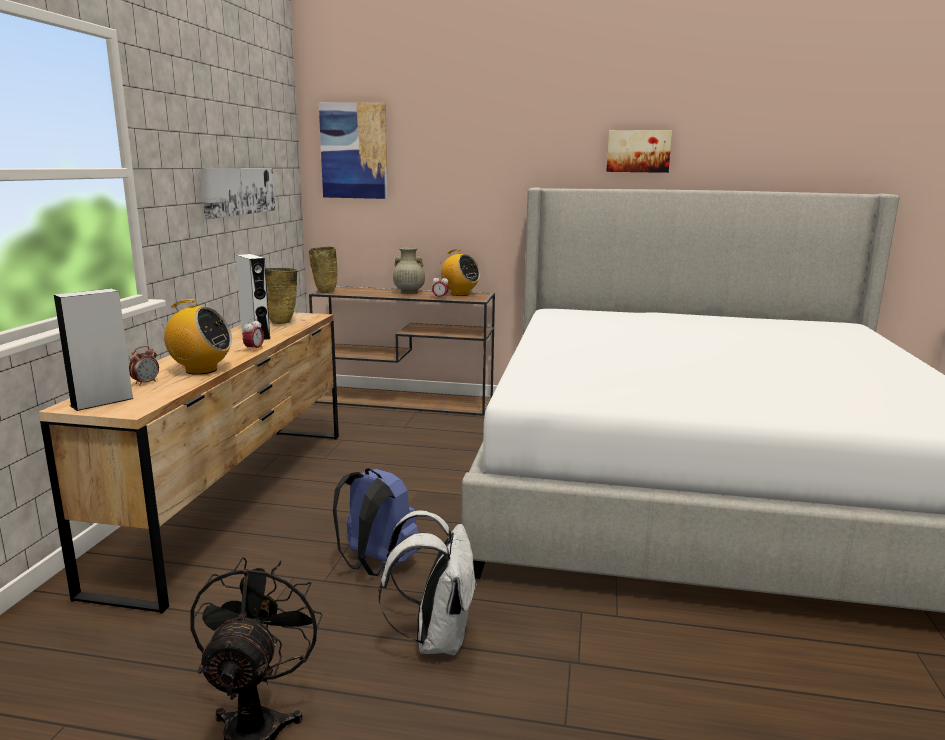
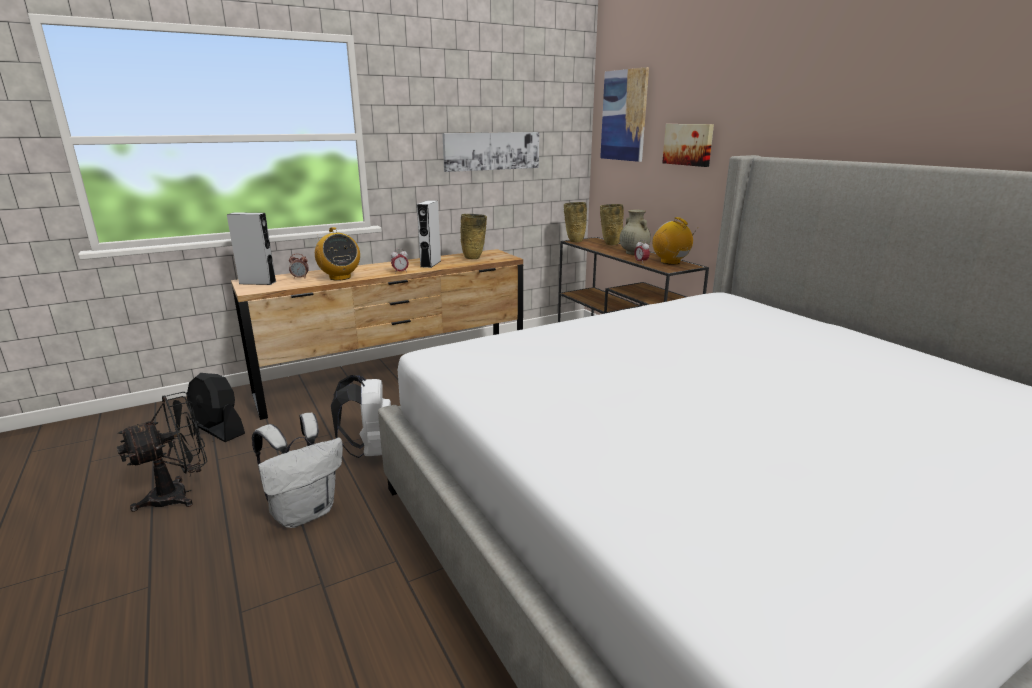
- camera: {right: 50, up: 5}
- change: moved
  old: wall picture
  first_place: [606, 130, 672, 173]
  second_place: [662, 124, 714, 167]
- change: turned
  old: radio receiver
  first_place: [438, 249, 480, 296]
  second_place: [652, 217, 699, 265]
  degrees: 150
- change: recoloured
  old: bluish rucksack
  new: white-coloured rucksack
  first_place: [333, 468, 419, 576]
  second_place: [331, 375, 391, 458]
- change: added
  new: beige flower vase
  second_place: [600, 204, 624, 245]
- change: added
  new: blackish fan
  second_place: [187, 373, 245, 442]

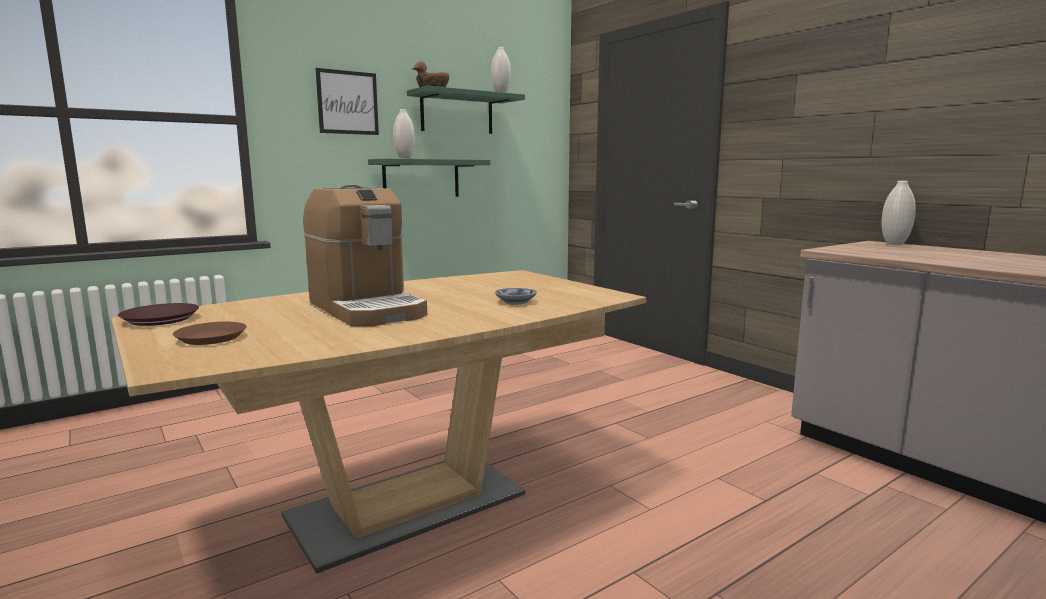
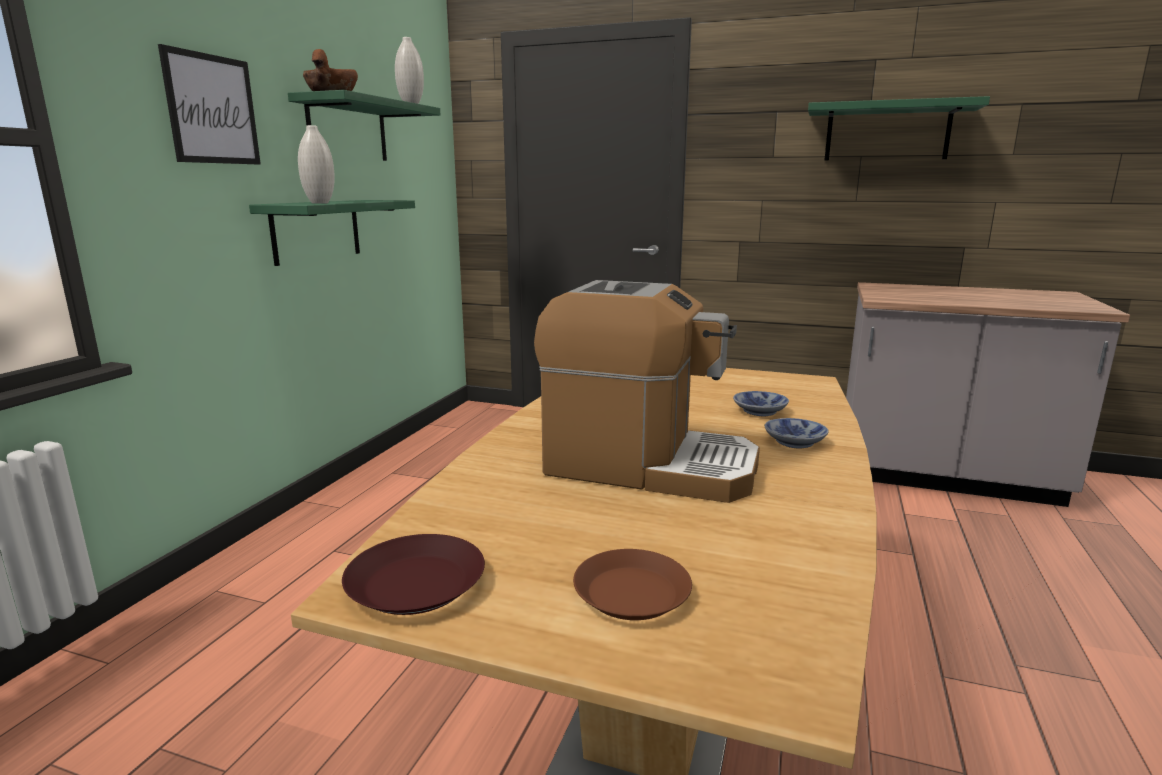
- camera: {right: -35, up: 5}
- change: removed
  old: white-coloured flower vase
  first_place: [882, 181, 916, 245]
- change: added
  new: greenish shelf
  second_place: [808, 96, 990, 161]
- change: added
  new: deep dish
  second_place: [765, 418, 828, 449]

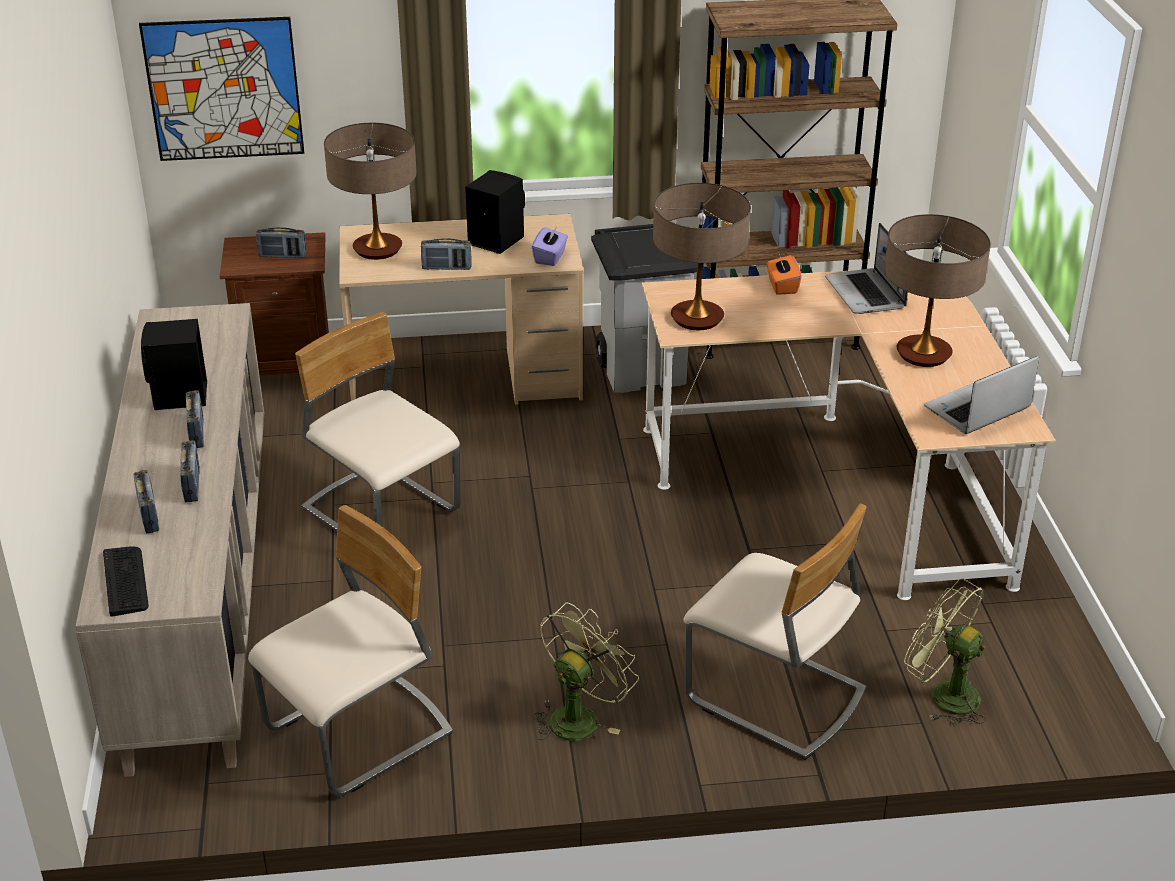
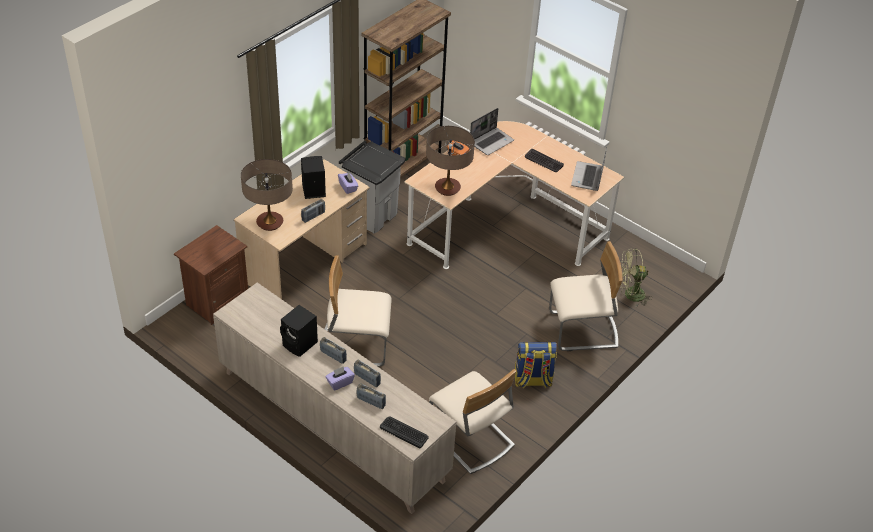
- camera: {right: -45, up: 10}
- change: removed
  old: wall picture
  first_place: [139, 17, 304, 161]
- change: replaced
  old: table lamp
  new: keyboard
  first_place: [884, 214, 991, 367]
  second_place: [525, 149, 564, 172]
- change: turned
  old: portable computer
  first_place: [825, 223, 908, 314]
  second_place: [470, 108, 514, 155]
  degrees: -75
- change: removed
  old: radio receiver
  first_place: [256, 227, 307, 258]
- change: turned
  old: beige upright chair
  first_place: [248, 505, 453, 796]
  second_place: [429, 369, 516, 474]
  degrees: 135
- change: replaced
  old: greenish fan
  new: rucksack
  first_place: [534, 603, 639, 741]
  second_place: [515, 342, 557, 389]
- change: added
  new: purple tissue holder
  second_place: [326, 366, 355, 391]

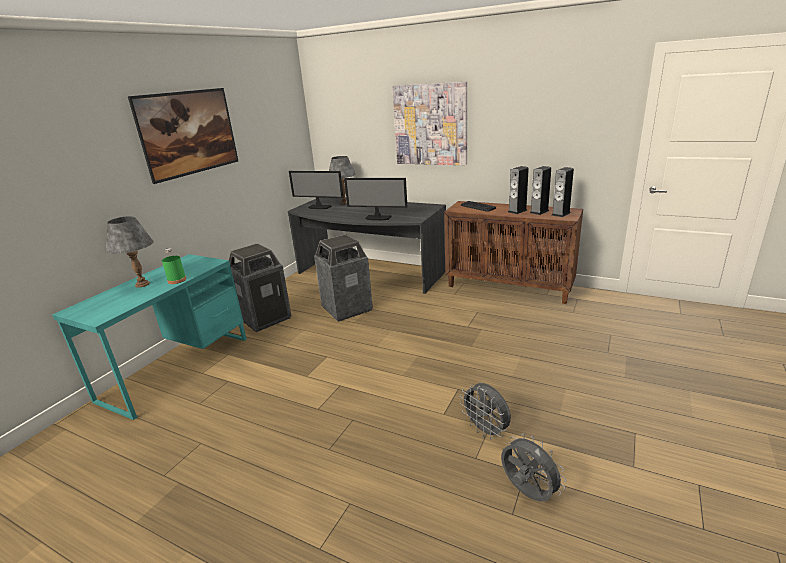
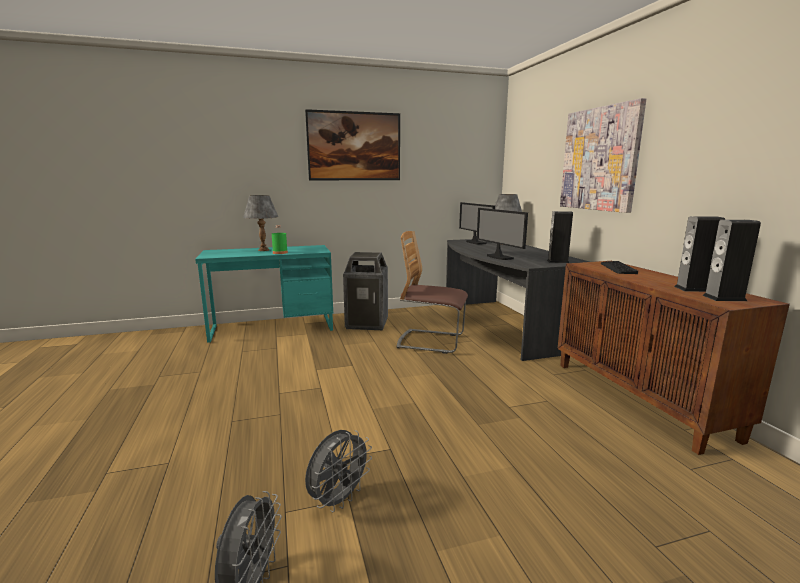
- camera: {right: 45, up: -10}
- change: moved
  old: audio speaker
  first_place: [508, 166, 529, 214]
  second_place: [547, 211, 573, 263]
- change: replaced
  old: trash can
  new: upright chair
  first_place: [314, 234, 373, 322]
  second_place: [397, 231, 468, 354]
- change: turned
  old: greyish fan
  first_place: [460, 383, 511, 440]
  second_place: [305, 430, 372, 512]
  degrees: -150

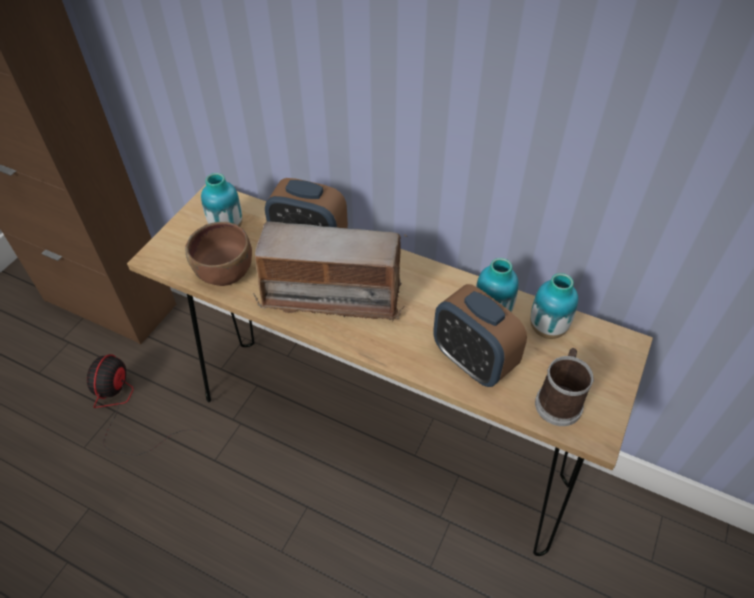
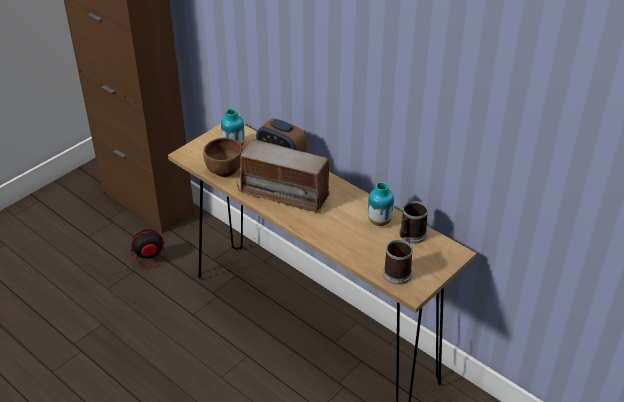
- camera: {right: 15, up: -10}
- change: replaced
  old: flower vase
  new: mug
  first_place: [530, 273, 578, 339]
  second_place: [399, 201, 429, 244]
- change: removed
  old: table clock
  first_place: [434, 284, 527, 387]
- change: turned
  old: fan
  first_place: [87, 354, 203, 456]
  second_place: [108, 229, 164, 317]
  degrees: 45

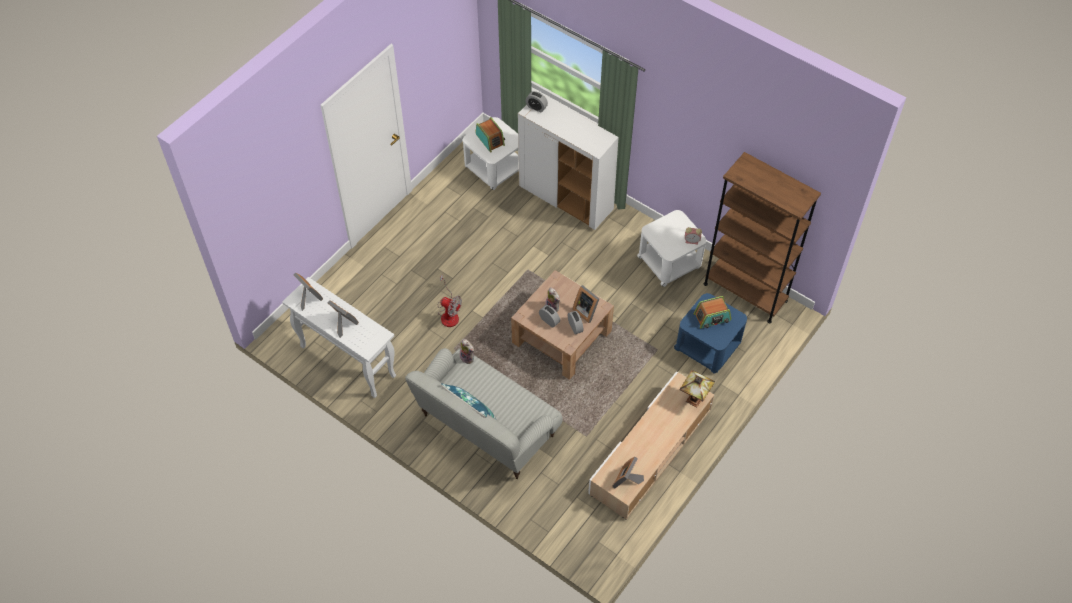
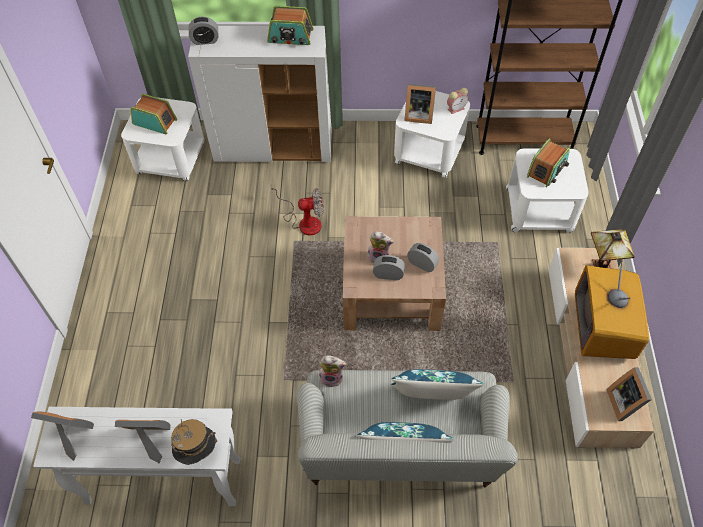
- camera: {right: -35, up: 0}
- change: moved
  old: fan
  first_place: [438, 274, 462, 327]
  second_place: [271, 188, 323, 235]
- change: moved
  old: picture frame
  first_place: [572, 285, 599, 323]
  second_place: [404, 83, 436, 124]
- change: recoloured
  old: bluish side table
  new: white-coloured side table
  first_place: [674, 293, 747, 374]
  second_place: [506, 148, 589, 233]
- change: added
  new: radio receiver
  second_place: [267, 6, 313, 45]
- change: added
  new: television
  second_place: [575, 260, 649, 359]
- change: added
  new: bluish cushion
  second_place: [391, 369, 484, 400]
- change: added
  new: clothing hat
  second_place: [171, 419, 217, 465]

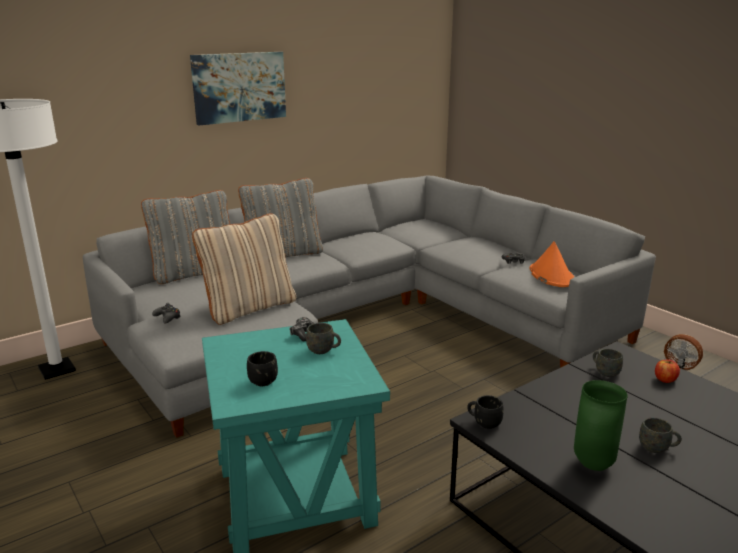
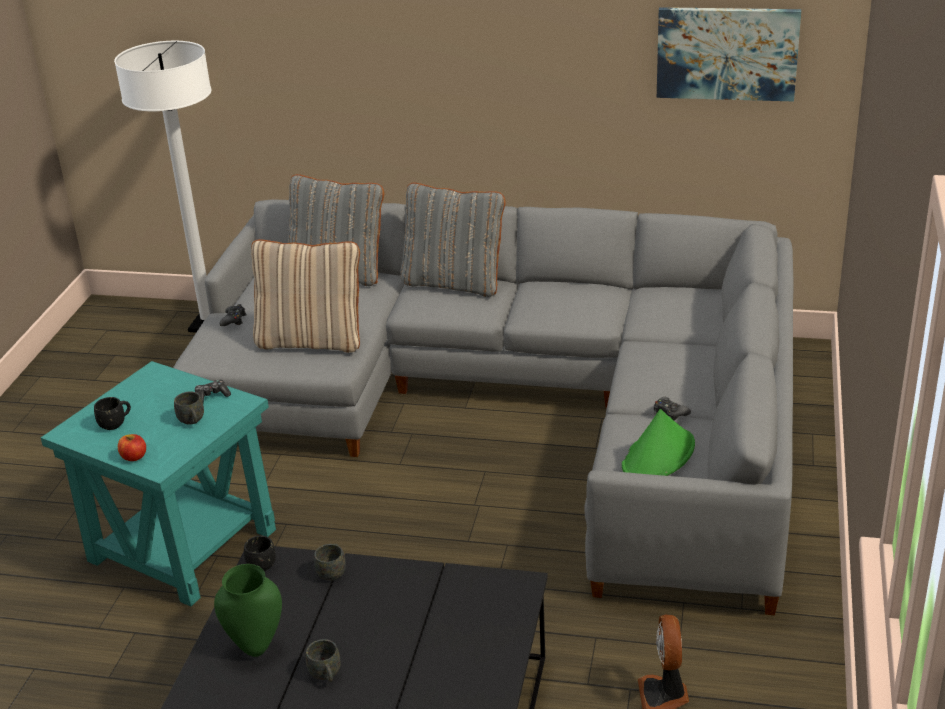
- camera: {right: 50, up: 10}
- change: moved
  old: wall picture
  first_place: [190, 52, 286, 126]
  second_place: [657, 7, 801, 101]
- change: recoloured
  old: orange-coloured clothing hat
  new: greenish clothing hat
  first_place: [529, 241, 574, 287]
  second_place: [622, 409, 695, 476]
- change: moved
  old: greyish mug
  first_place: [593, 348, 623, 377]
  second_place: [314, 544, 346, 581]
- change: moved
  old: apple fruit
  first_place: [655, 360, 680, 383]
  second_place: [118, 434, 146, 461]

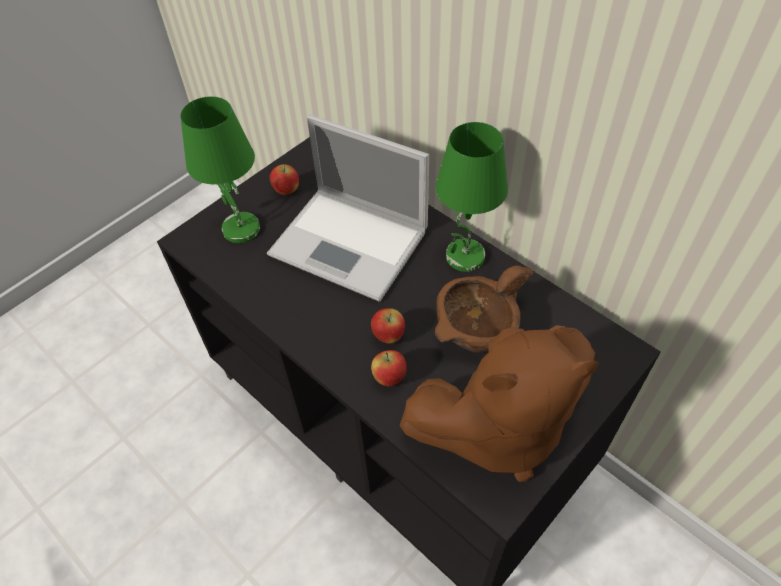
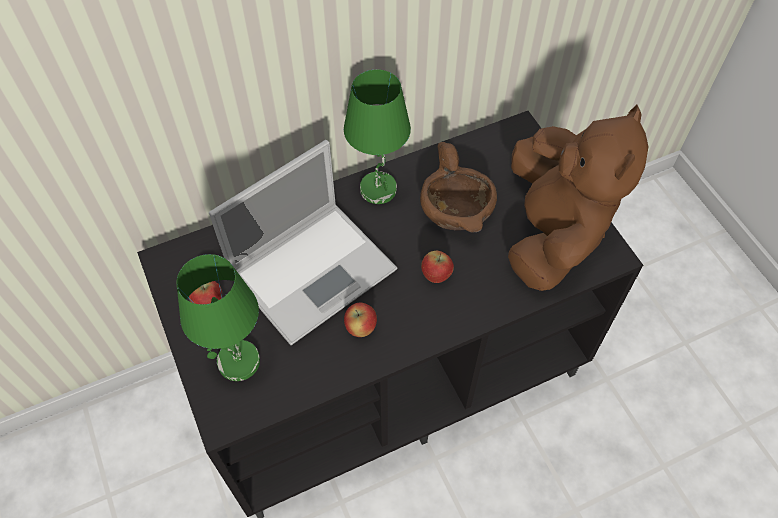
- camera: {right: -70, up: 5}
- change: moved
  old: apple fruit
  first_place: [371, 350, 407, 386]
  second_place: [344, 302, 377, 337]

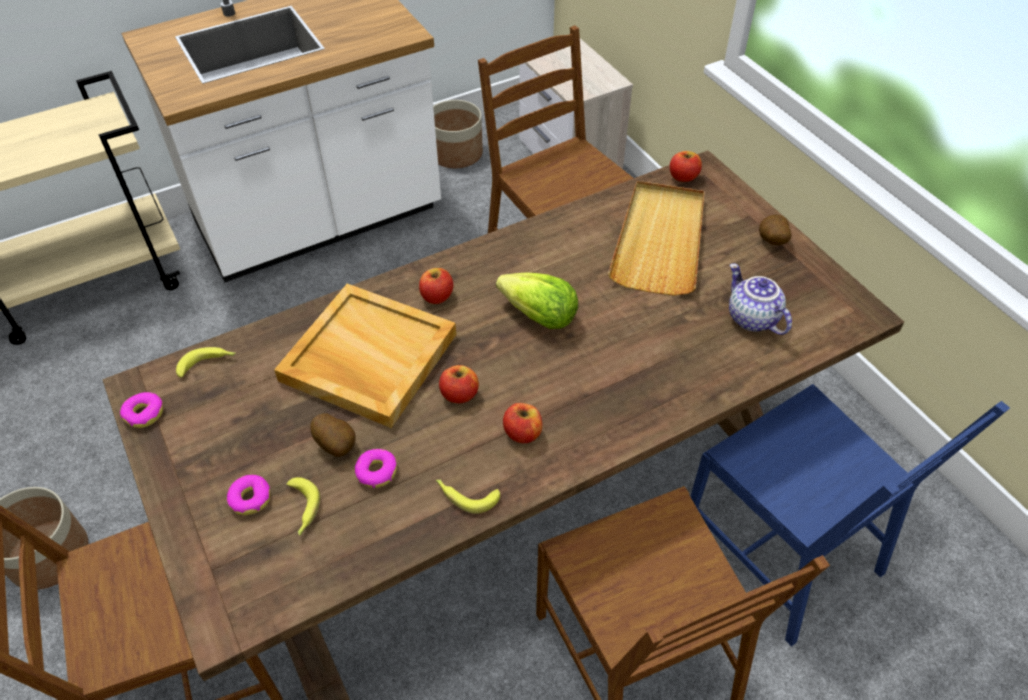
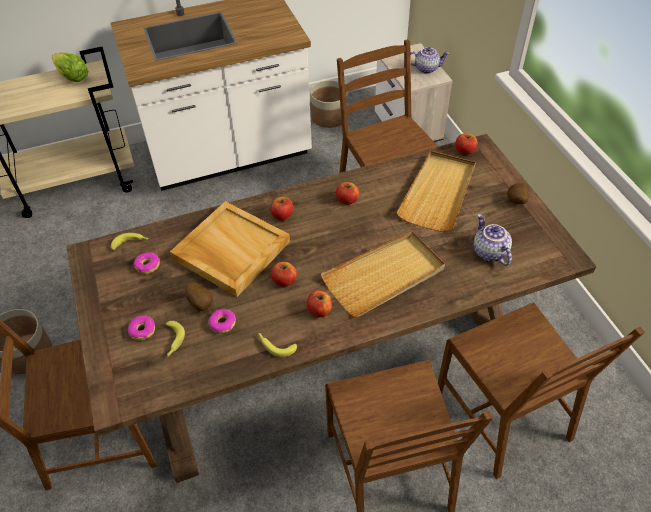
- camera: {right: 10, up: 0}
- change: moved
  old: head of lettuce
  first_place: [496, 273, 578, 329]
  second_place: [52, 52, 88, 82]
- change: recoloured
  old: bluish upright chair
  new: brownish upright chair
  first_place: [690, 384, 1010, 647]
  second_place: [438, 302, 645, 479]
- change: moved
  old: doughnut
  first_place: [120, 392, 163, 428]
  second_place: [134, 252, 160, 274]
- change: added
  new: tea pot
  second_place: [410, 47, 450, 74]
- change: added
  new: apple fruit
  second_place: [336, 182, 359, 205]
- change: added
  new: beige carrying tray
  second_place: [321, 231, 445, 318]

